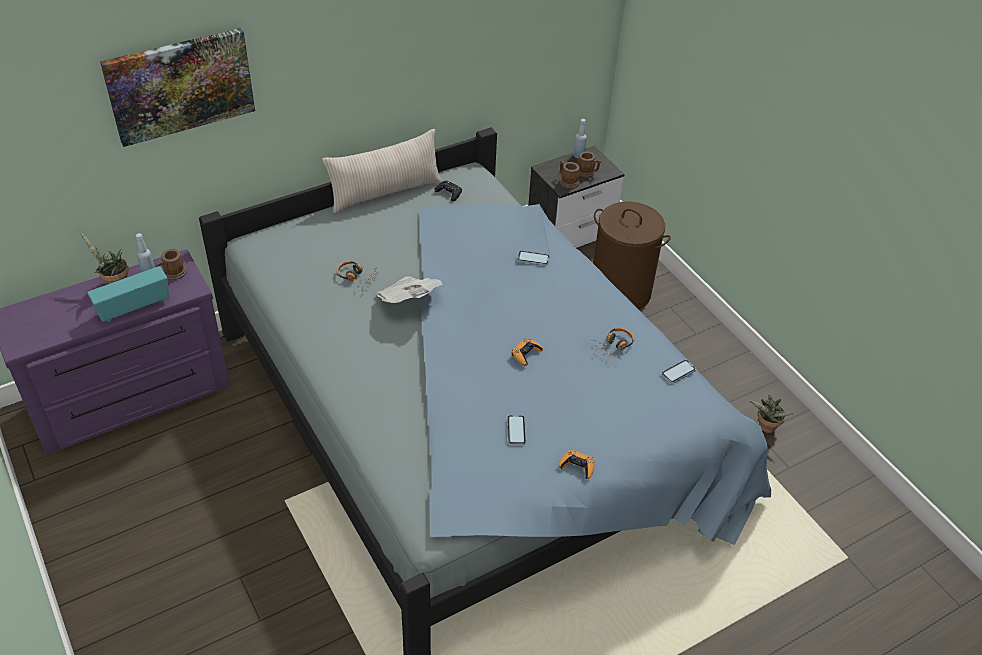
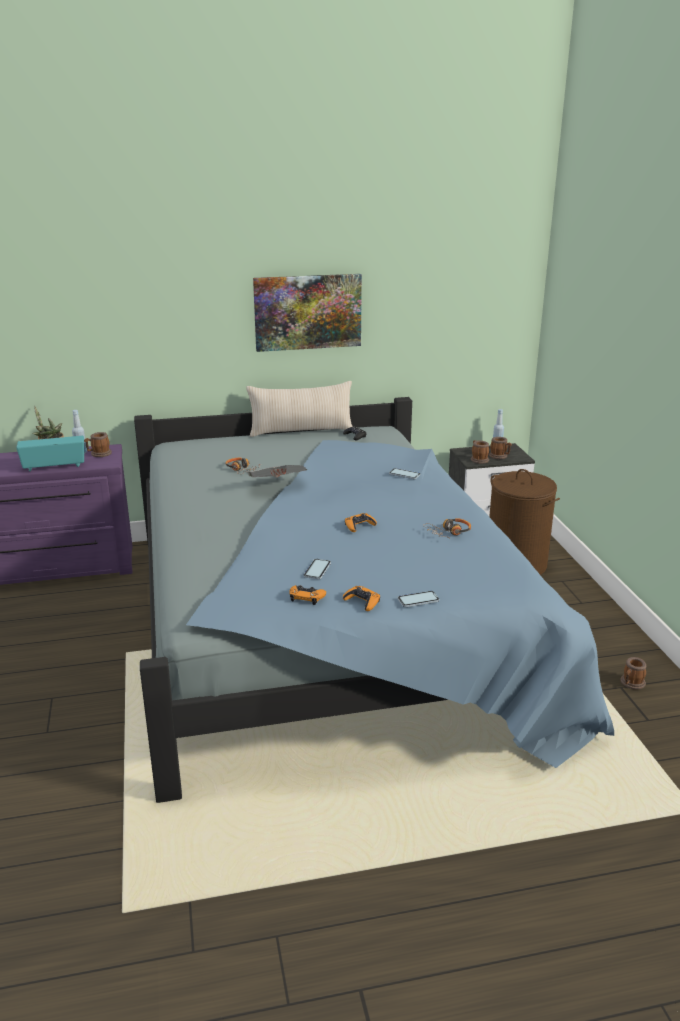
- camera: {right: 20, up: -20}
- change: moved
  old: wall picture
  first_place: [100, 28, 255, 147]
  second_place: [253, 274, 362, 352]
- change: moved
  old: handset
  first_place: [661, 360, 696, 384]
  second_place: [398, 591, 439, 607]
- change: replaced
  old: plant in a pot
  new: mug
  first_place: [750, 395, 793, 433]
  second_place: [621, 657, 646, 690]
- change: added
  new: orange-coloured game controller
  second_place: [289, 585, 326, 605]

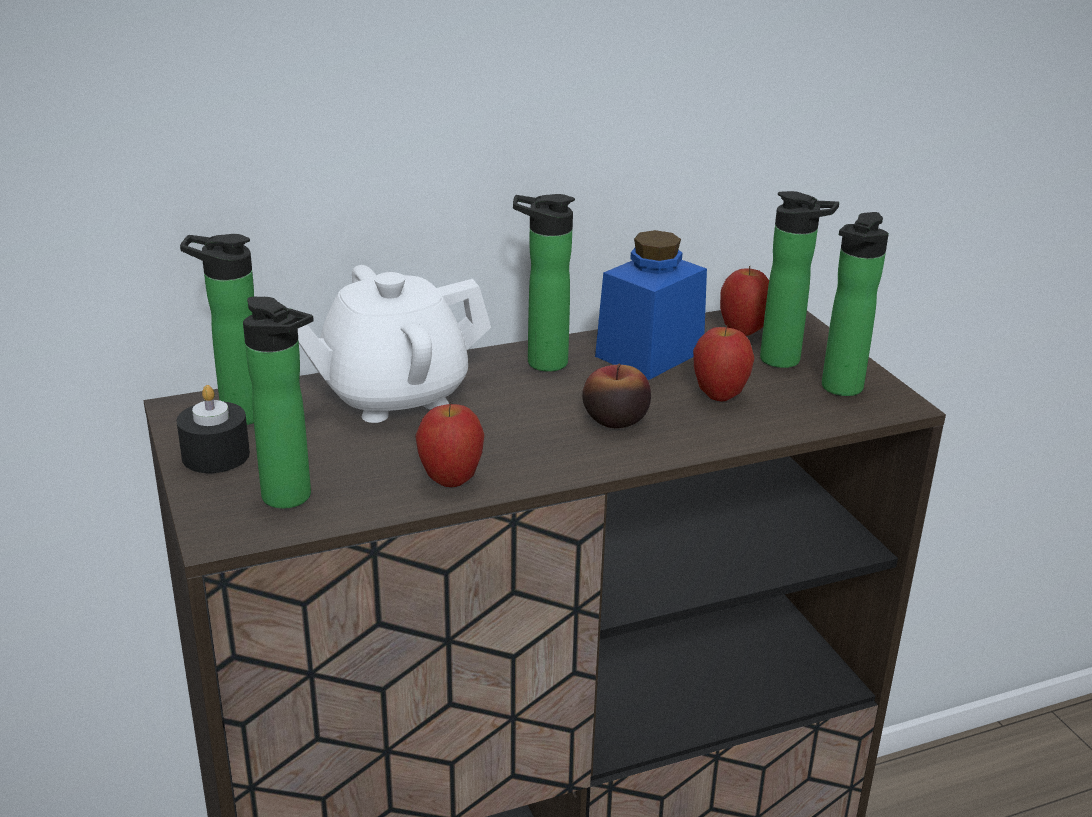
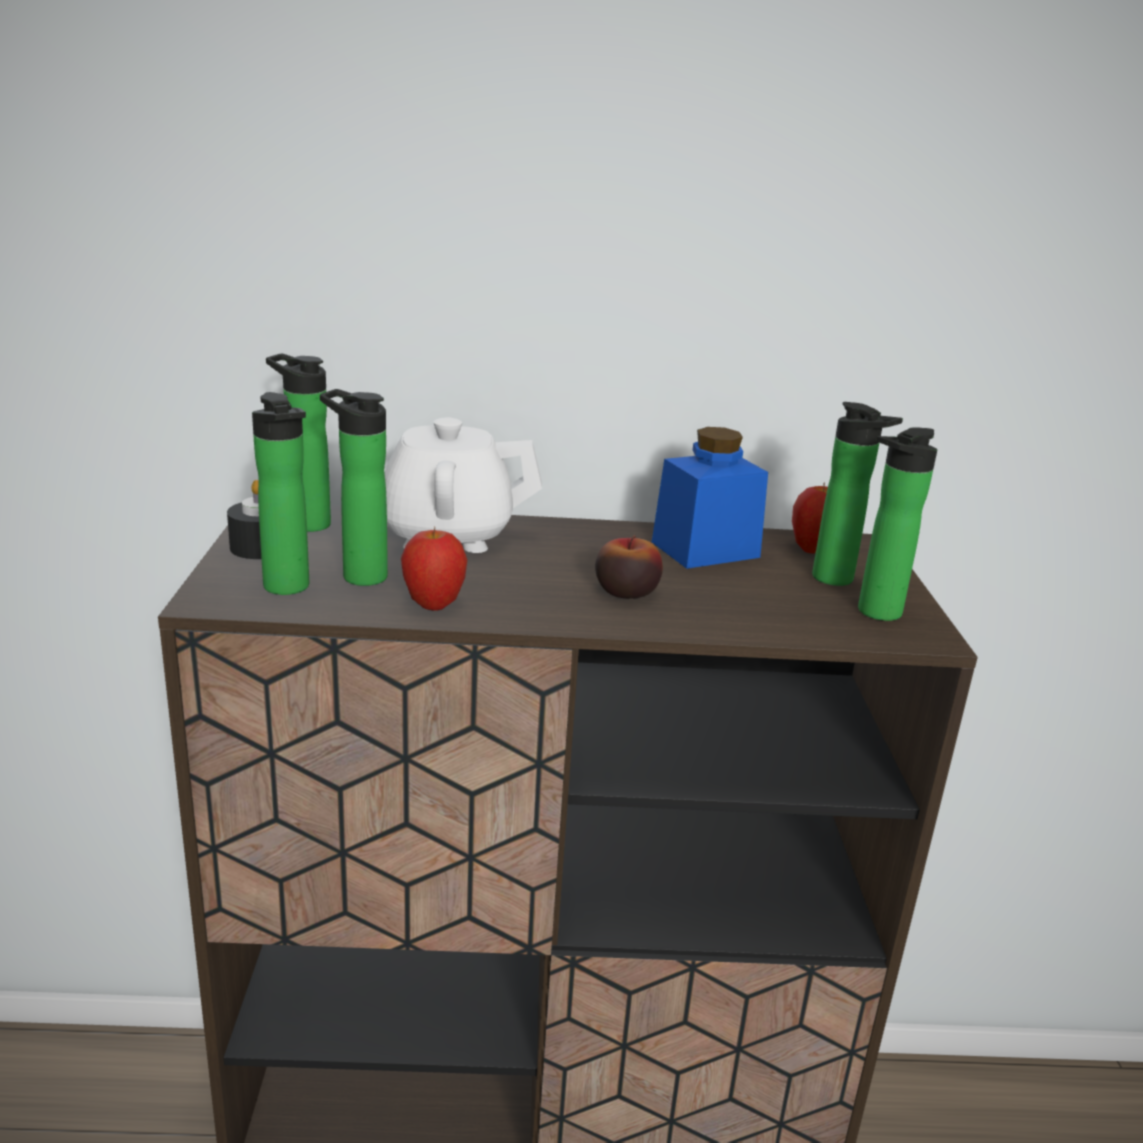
- camera: {right: 20, up: -5}
- change: moved
  old: beverage bottle
  first_place: [513, 194, 575, 372]
  second_place: [320, 389, 388, 586]
- change: removed
  old: apple fruit
  first_place: [693, 325, 754, 402]

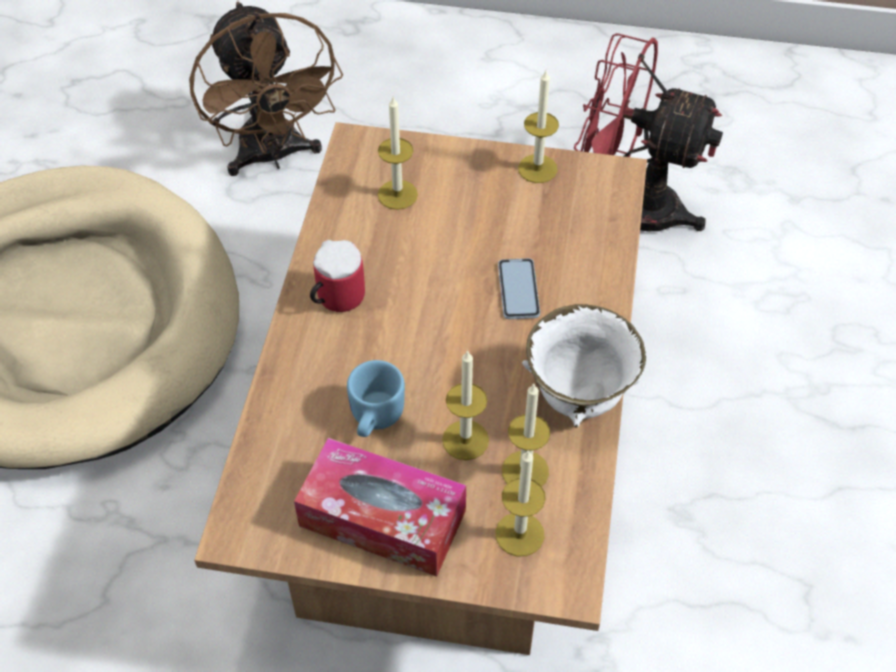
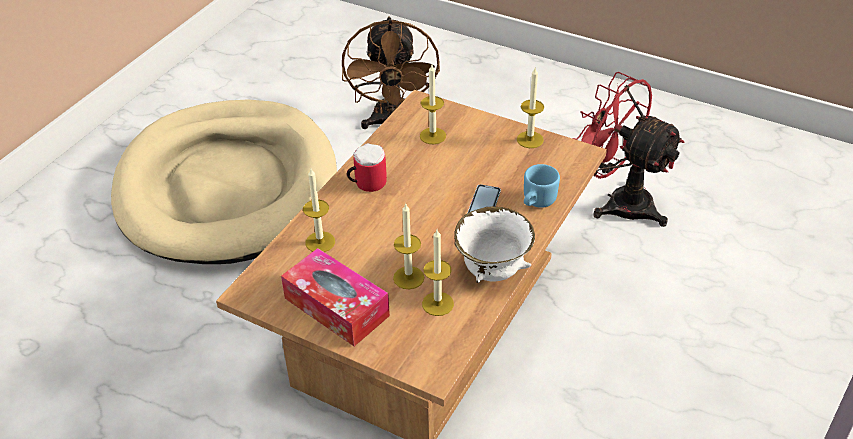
- camera: {right: 20, up: -10}
- change: moved
  old: bluish mug
  first_place: [347, 360, 405, 437]
  second_place: [524, 164, 560, 208]
- change: moved
  old: wax candle
  first_place: [495, 450, 546, 557]
  second_place: [303, 169, 335, 252]

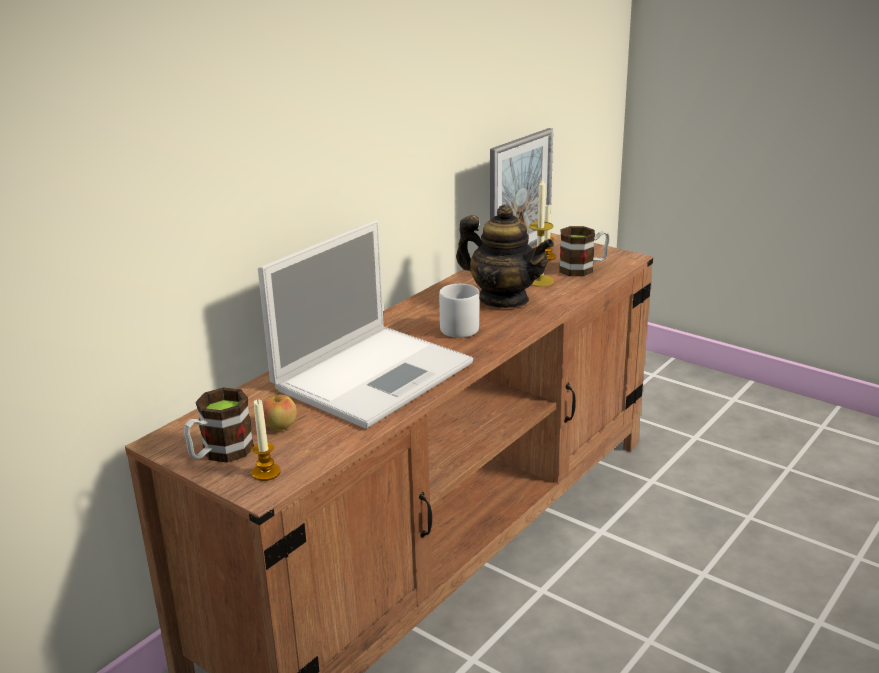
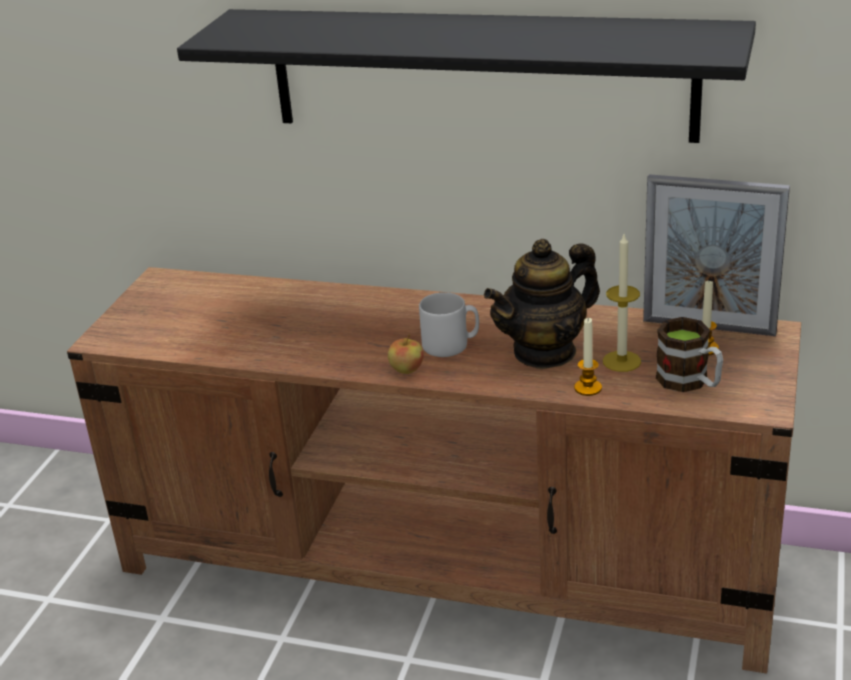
- camera: {right: 70, up: 5}
- change: turned
  old: tea pot
  first_place: [456, 204, 554, 308]
  second_place: [484, 239, 600, 369]
  degrees: 45
- change: removed
  old: portable computer
  first_place: [258, 220, 473, 429]
- change: removed
  old: mug
  first_place: [184, 387, 254, 462]
- change: moved
  old: apple fruit
  first_place: [263, 389, 297, 431]
  second_place: [388, 334, 423, 374]
- change: moved
  old: wax candle
  first_place: [252, 399, 281, 481]
  second_place: [574, 318, 602, 396]
- change: added
  new: blackish shelf
  second_place: [177, 9, 756, 143]

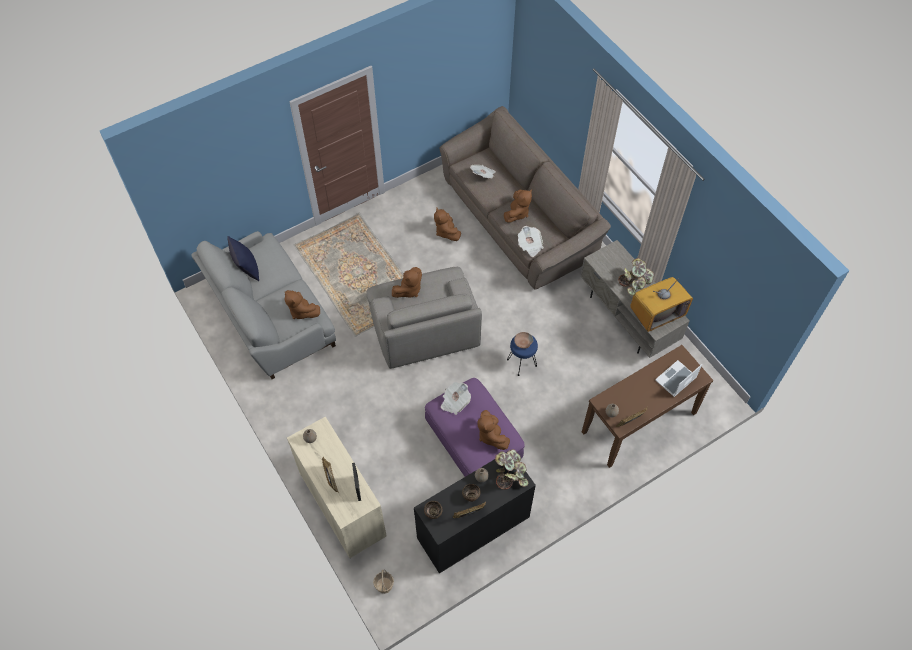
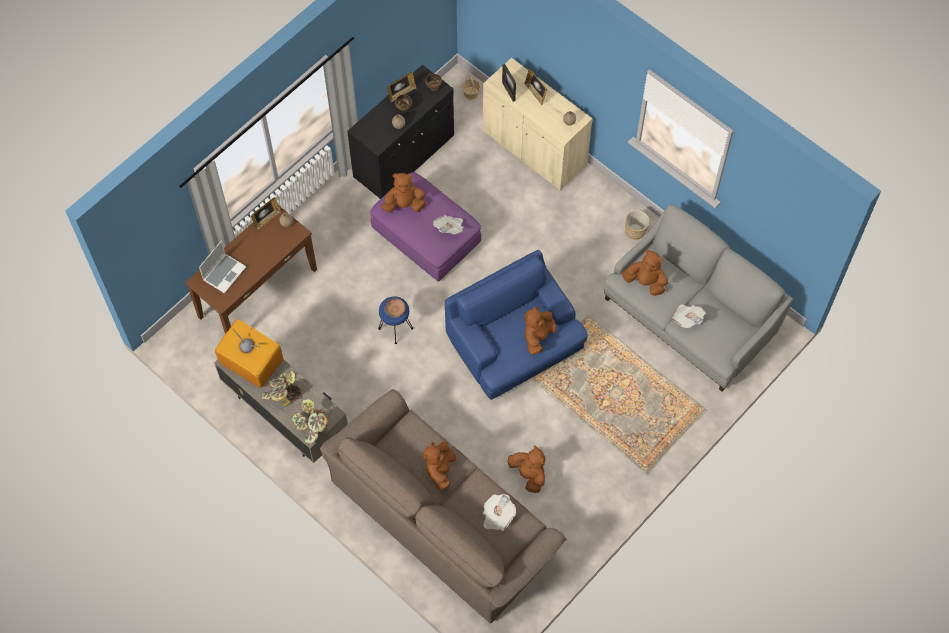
- camera: {right: 165, up: 5}
- change: moved
  old: daily paper
  first_place: [518, 226, 544, 257]
  second_place: [672, 304, 706, 328]
- change: removed
  old: bluish cushion
  first_place: [227, 236, 259, 281]
- change: recoloured
  old: greyish lounge chair
  new: bluish lounge chair
  first_place: [367, 267, 482, 369]
  second_place: [445, 249, 587, 400]
- change: turned
  old: television
  first_place: [630, 277, 693, 332]
  second_place: [215, 319, 284, 388]
  degrees: 75
- change: turned
  old: brownish soft toy
  first_place: [478, 410, 510, 450]
  second_place: [381, 173, 426, 213]
  degrees: -60
- change: moved
  old: plant in a pot
  first_place: [495, 449, 529, 490]
  second_place: [292, 399, 328, 445]
- change: added
  new: flower pot
  second_place: [625, 210, 650, 239]

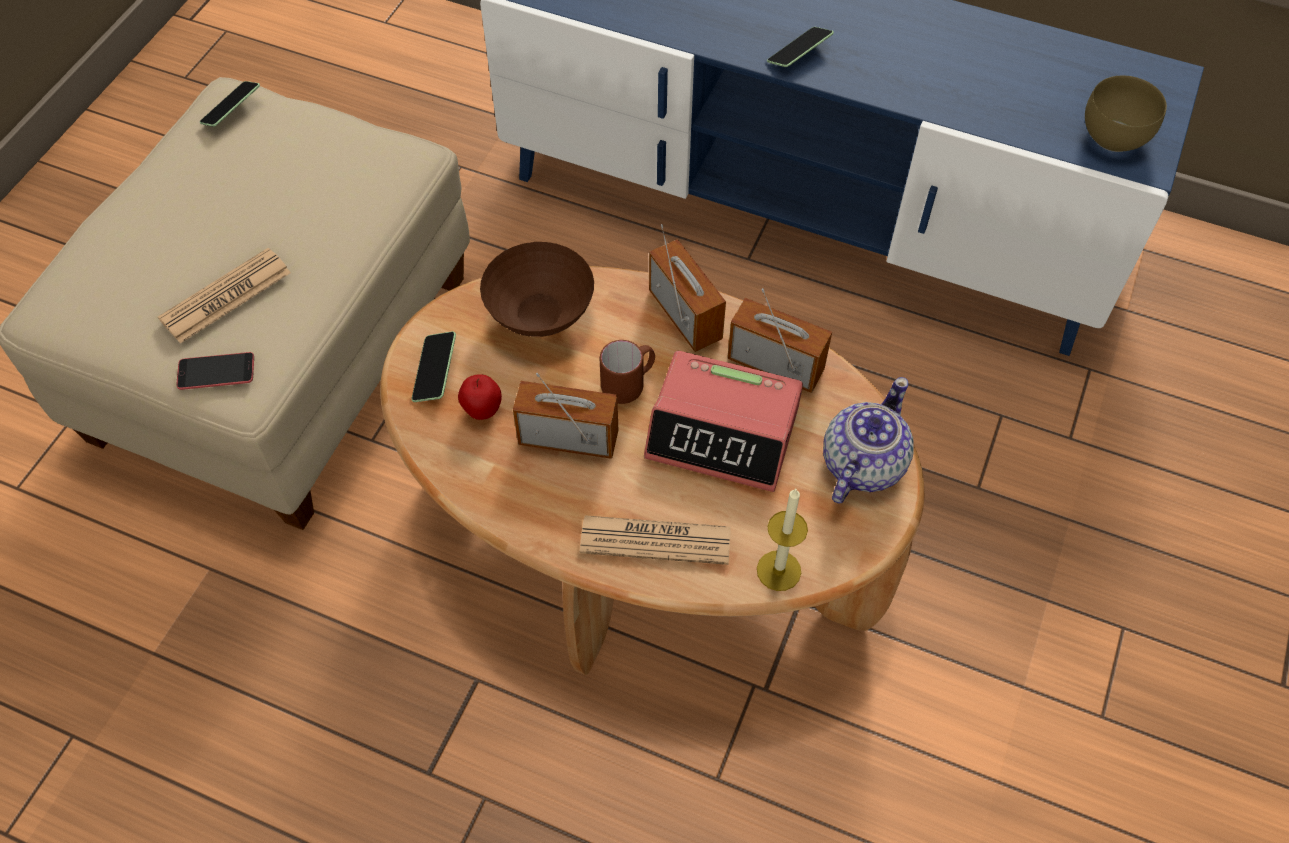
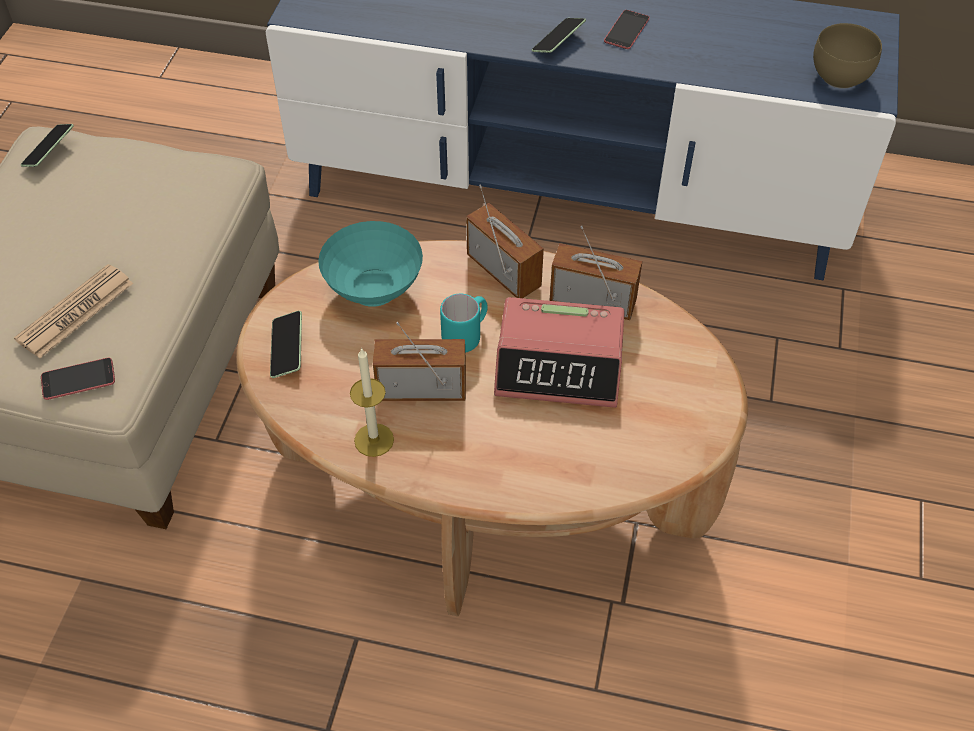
- camera: {right: -10, up: -5}
- change: recoloured
  old: brownish deep dish
  new: turquoise deep dish
  first_place: [480, 242, 594, 337]
  second_place: [318, 221, 423, 307]
- change: recoloured
  old: brownish mug
  new: turquoise mug
  first_place: [600, 340, 655, 404]
  second_place: [440, 294, 488, 353]
- change: removed
  old: apple fruit
  first_place: [458, 374, 502, 420]
- change: removed
  old: tea pot
  first_place: [823, 377, 914, 504]
- change: moved
  old: wax candle
  first_place: [757, 489, 808, 591]
  second_place: [350, 348, 394, 457]
- change: removed
  old: daily paper
  first_place: [580, 515, 731, 565]
- change: added
  new: handset
  second_place: [604, 10, 650, 49]

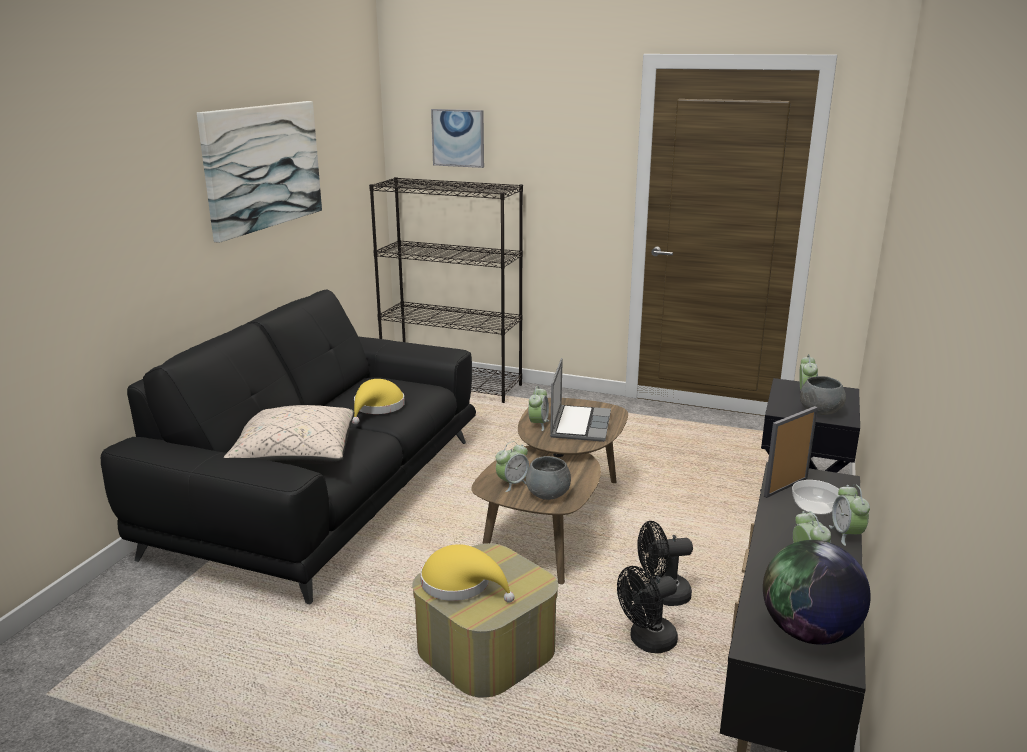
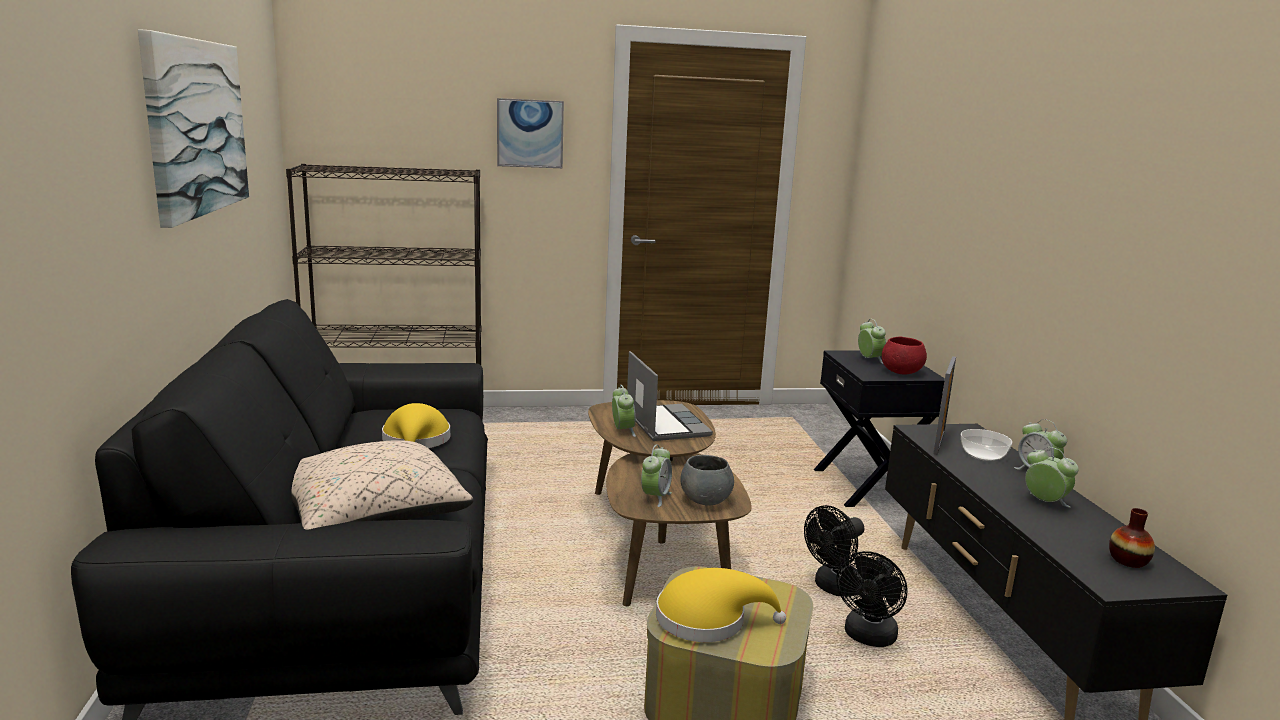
- camera: {right: -30, up: -5}
- change: moved
  old: wall picture
  first_place: [431, 109, 484, 168]
  second_place: [497, 98, 564, 168]
- change: recoloured
  old: greyish deep dish
  new: red-coloured deep dish
  first_place: [800, 376, 846, 415]
  second_place: [882, 337, 927, 375]
- change: replaced
  old: world globe
  new: flower vase
  first_place: [763, 540, 871, 645]
  second_place: [1109, 508, 1155, 568]

